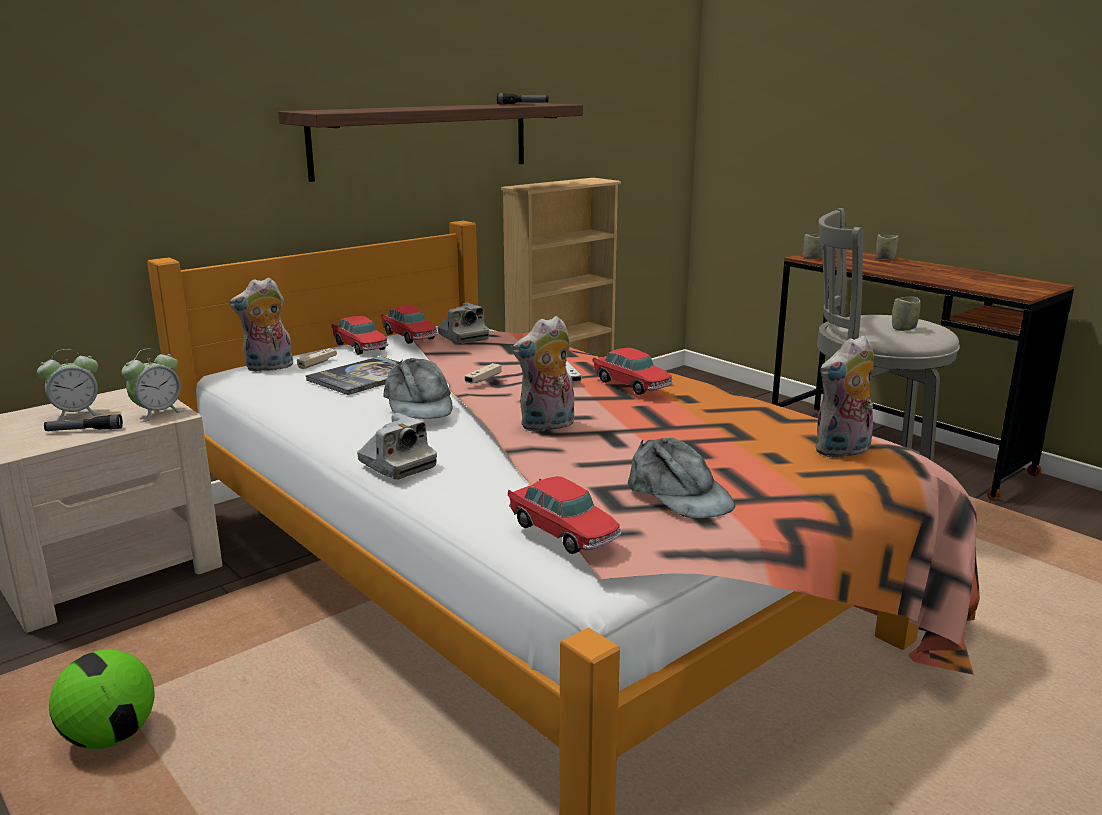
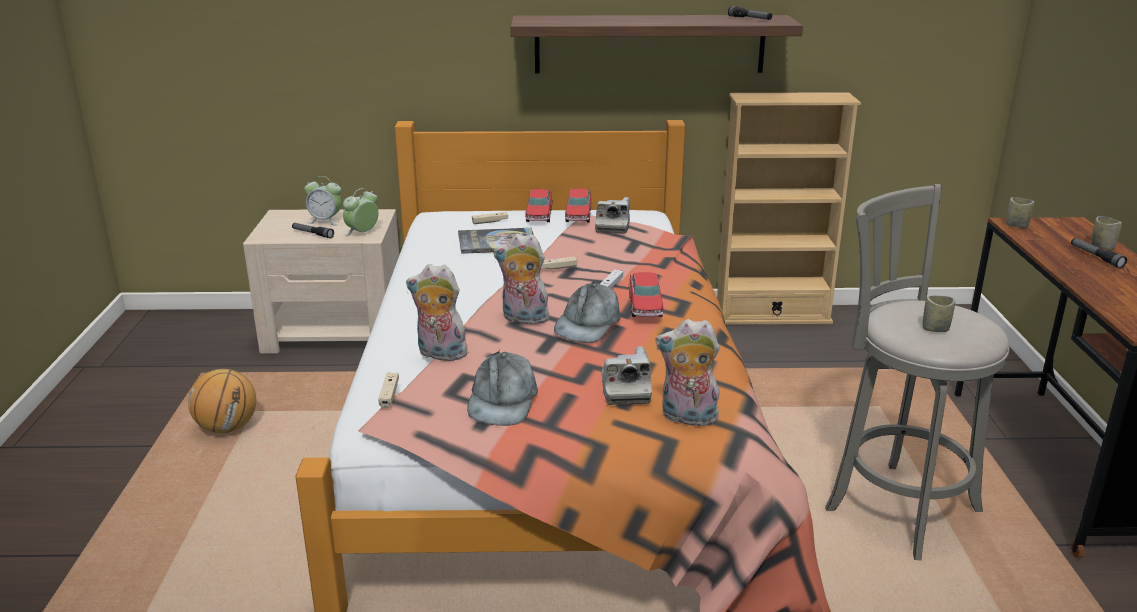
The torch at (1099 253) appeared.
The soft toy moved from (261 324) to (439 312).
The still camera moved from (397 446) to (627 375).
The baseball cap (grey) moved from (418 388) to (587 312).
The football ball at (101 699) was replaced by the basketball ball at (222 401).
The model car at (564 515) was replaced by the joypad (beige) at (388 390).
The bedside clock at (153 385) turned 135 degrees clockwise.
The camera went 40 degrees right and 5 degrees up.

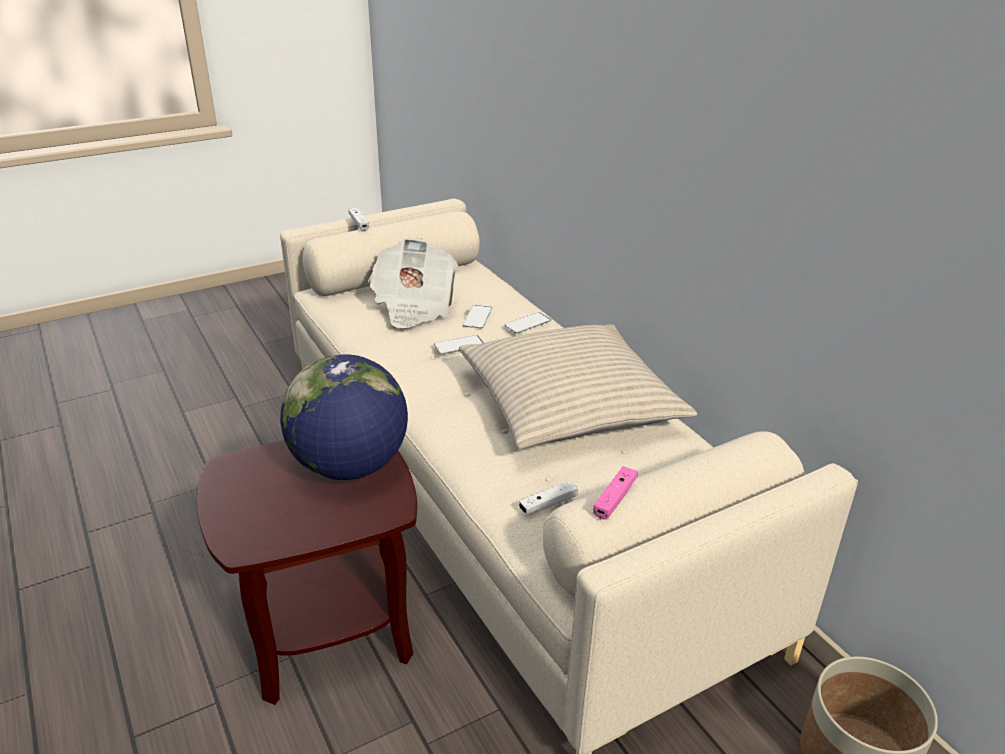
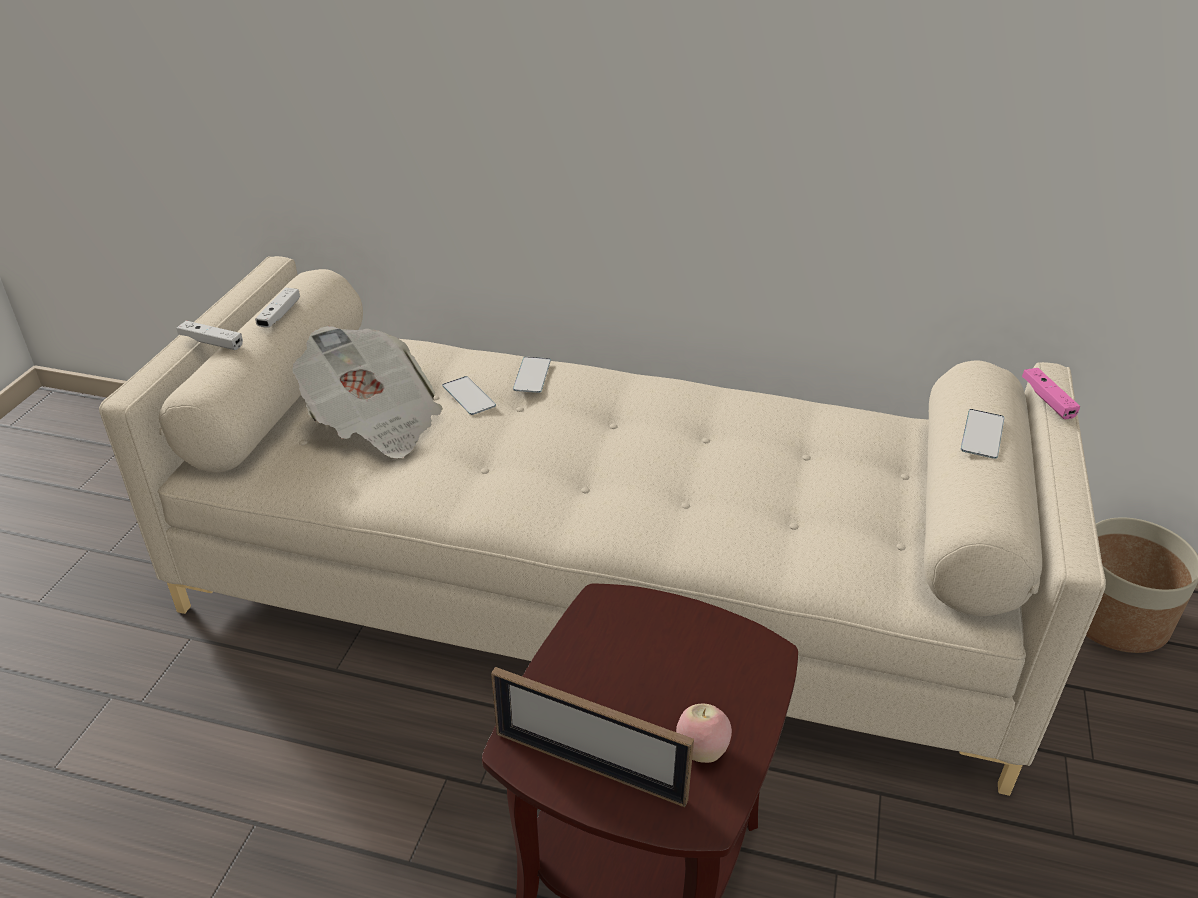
The desk globe at (344 417) disappeared.
The pillow (beige) at (578 386) disappeared.
The picture frame at (592 737) appeared.
The apple at (704 733) appeared.
The phone moved from (459 344) to (982 434).
The joypad (white) moved from (548 497) to (277 308).
The joypad (pink-coloured) moved from (615 493) to (1051 393).
The camera went 45 degrees left and 5 degrees up.

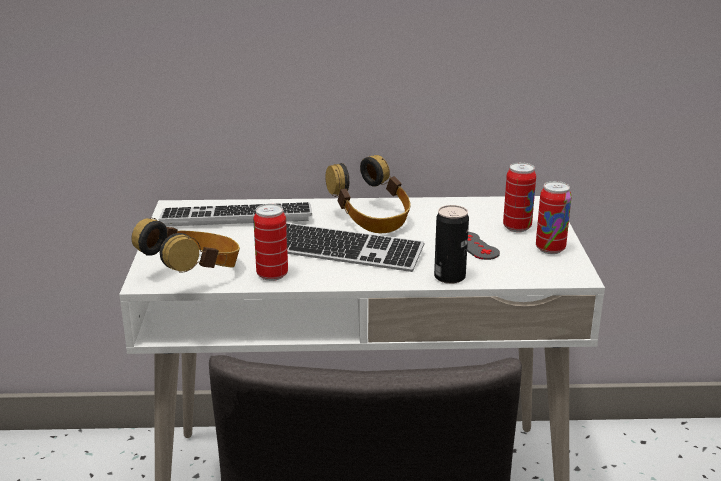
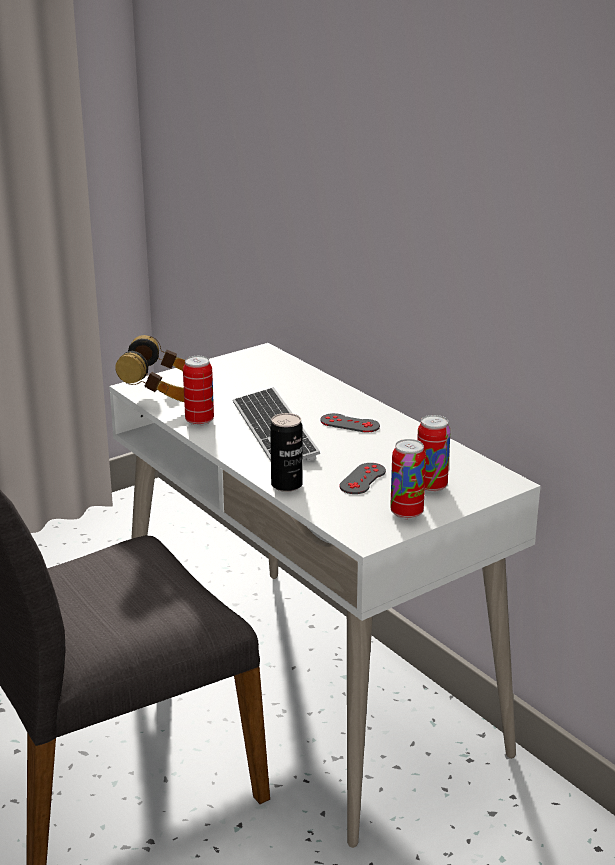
The PC keyboard at (235 214) disappeared.
The headset at (368 194) was replaced by the joypad (grey) at (350 423).
The camera went 55 degrees right and 0 degrees up.

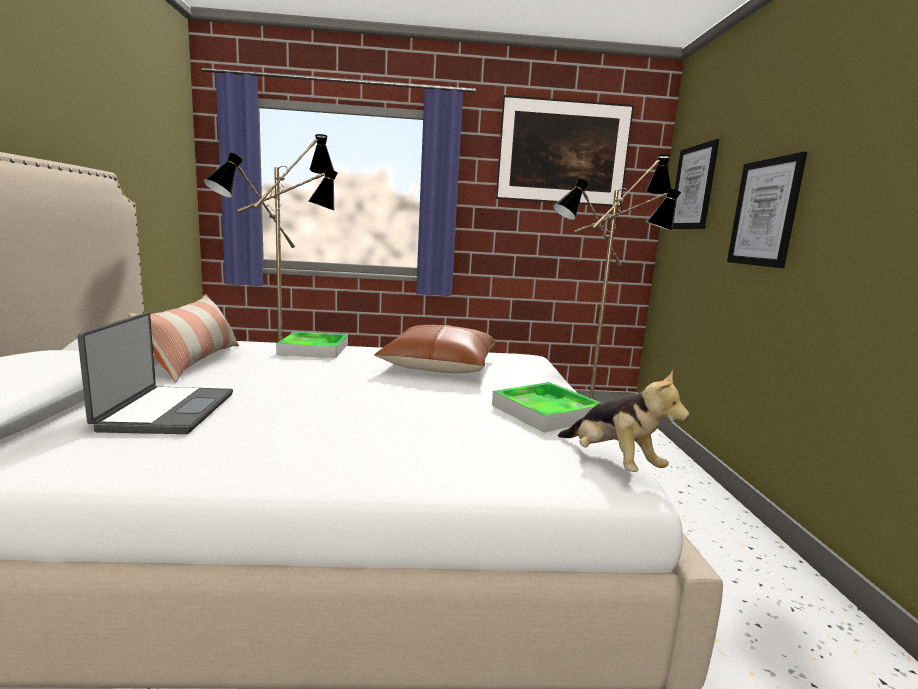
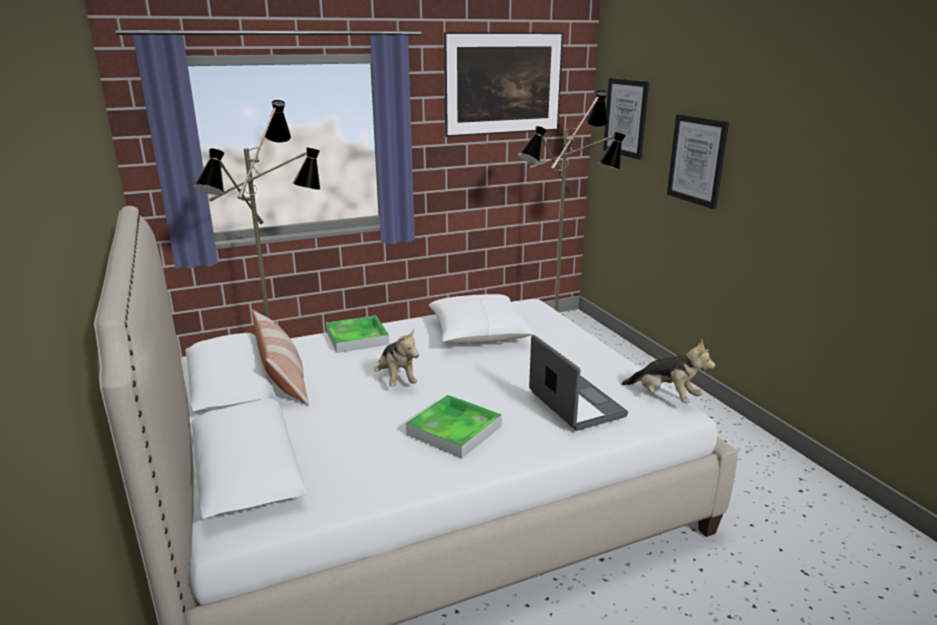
The soft toy at (396 358) appeared.
The notebook computer moved from (155 373) to (578 383).
The tray moved from (546 407) to (454 426).
The pillow (brown) at (435 349) became the pillow (white) at (481 319).
The camera went 20 degrees left and 10 degrees up.

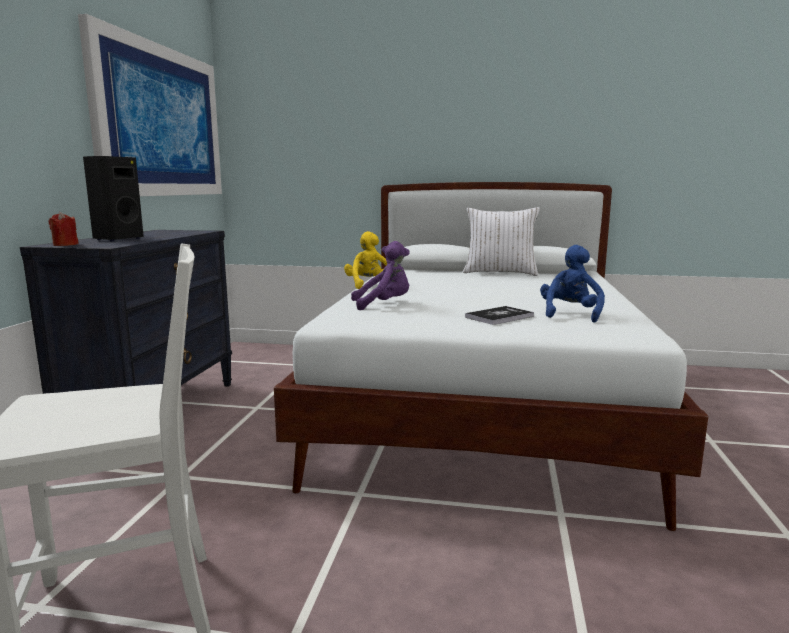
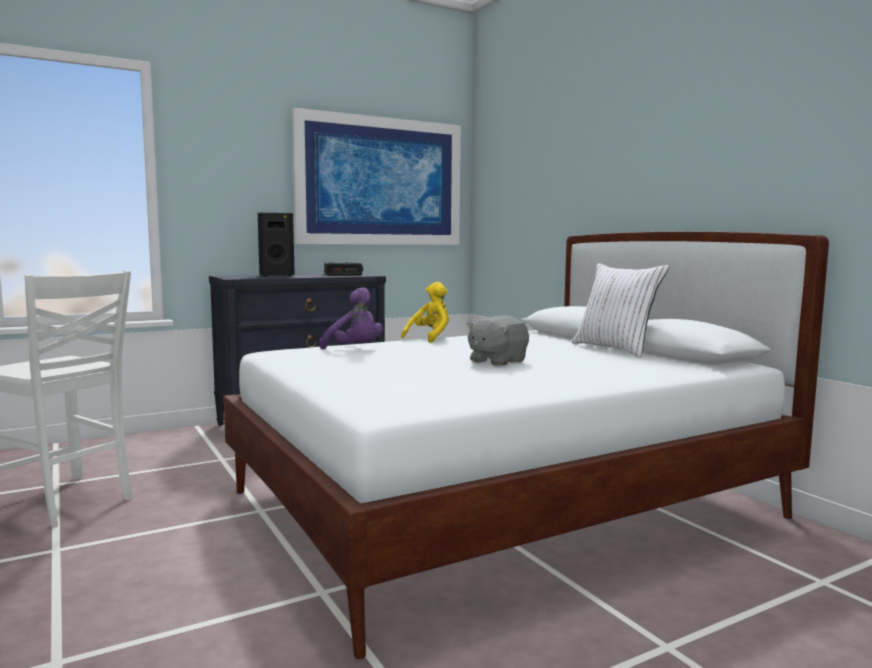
The wax candle (red) at (64 229) disappeared.
The bound book at (499 315) disappeared.
The soft toy (blue) at (572 284) disappeared.
The bedside clock at (343 269) appeared.
The soft toy (grey) at (498 340) appeared.
The camera went 50 degrees right and 5 degrees down.

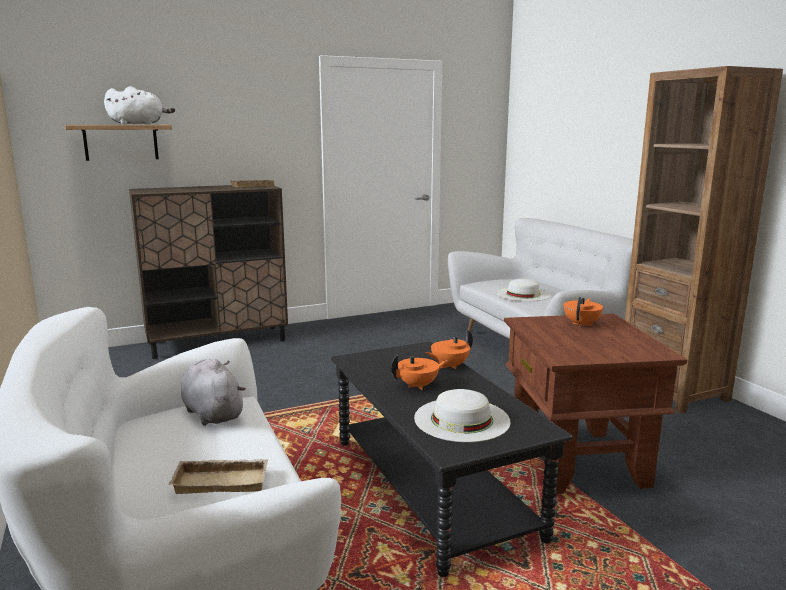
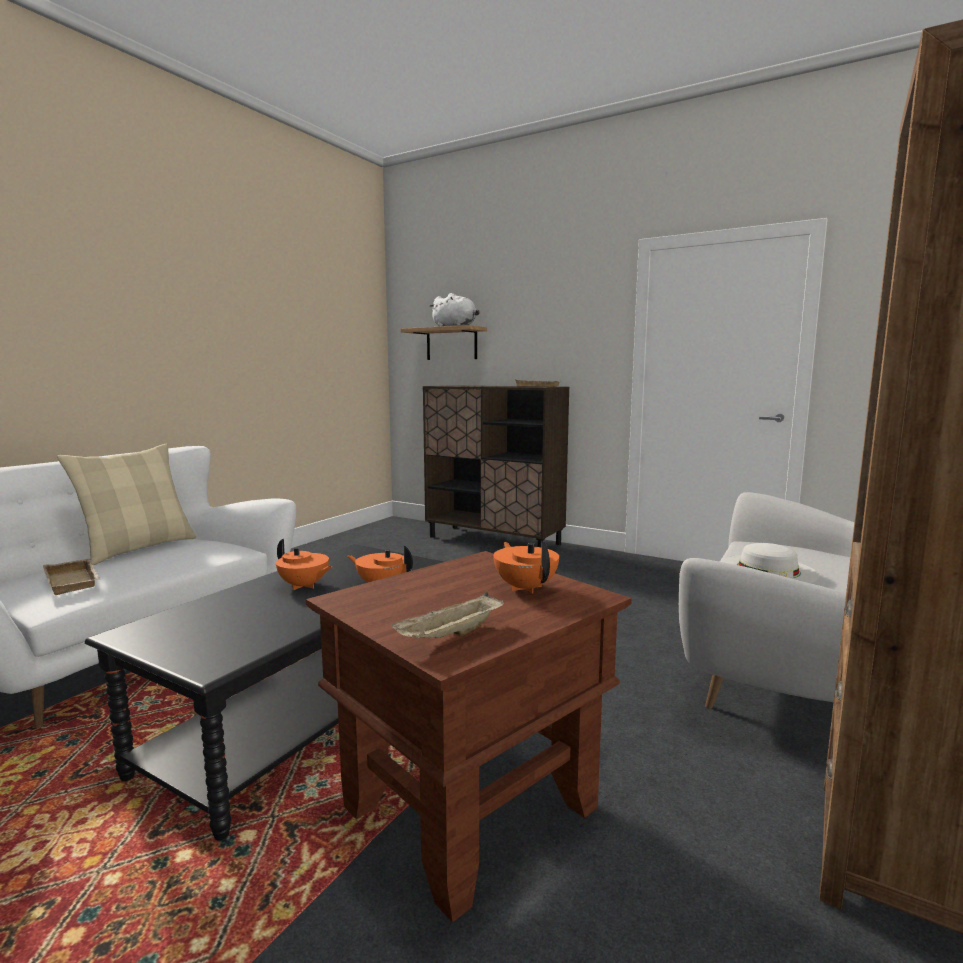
The soft toy (grey) at (213 392) disappeared.
The hat (white) at (462 415) disappeared.
The pillow (beige) at (126 504) appeared.
The tray (beige) at (447 615) appeared.
The tea pot (orange) at (583 312) turned 105 degrees counterclockwise.
The camera went 55 degrees right and 5 degrees down.

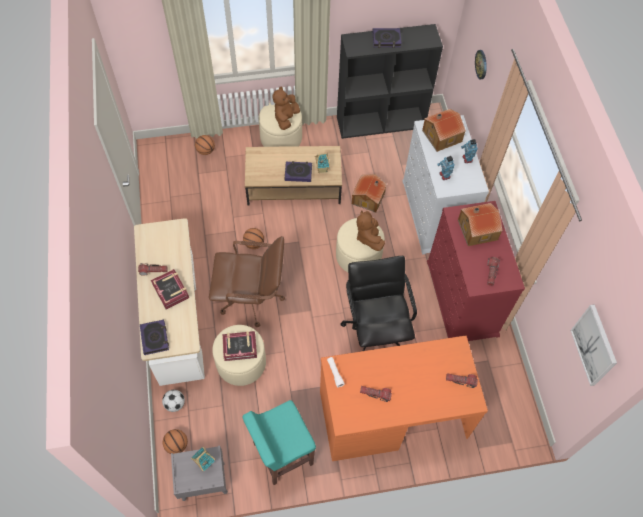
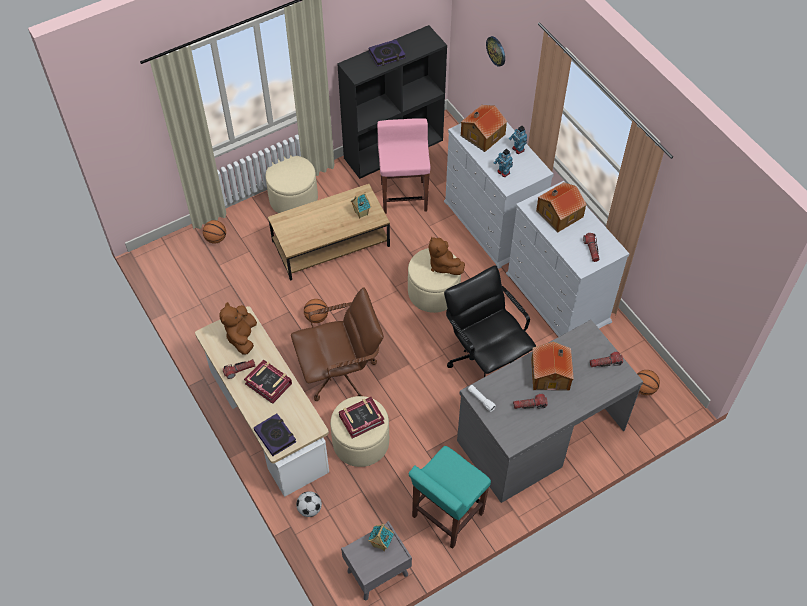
The bound book at (298 171) disappeared.
The wall picture at (593 345) disappeared.
The stool (pink-coloured) at (403 166) appeared.
The basketball ball moved from (175 441) to (648 382).
The soft toy (brown) moved from (286 108) to (238 328).
The toy house moved from (369 193) to (552 366).
The desk table (orange) at (404 398) became the desk table (grey) at (550 411).
The drawer chest (red) at (476 271) became the drawer chest (white) at (568 259).
The camera went 20 degrees left and 5 degrees down.

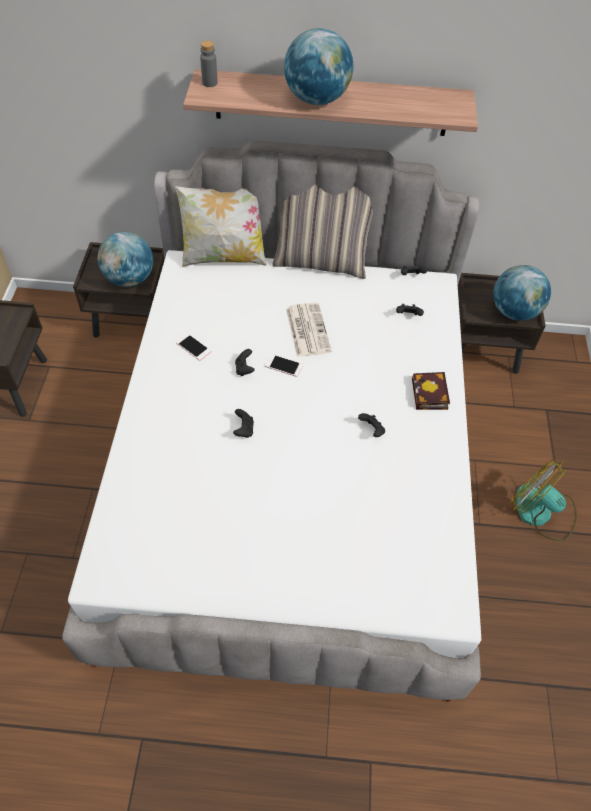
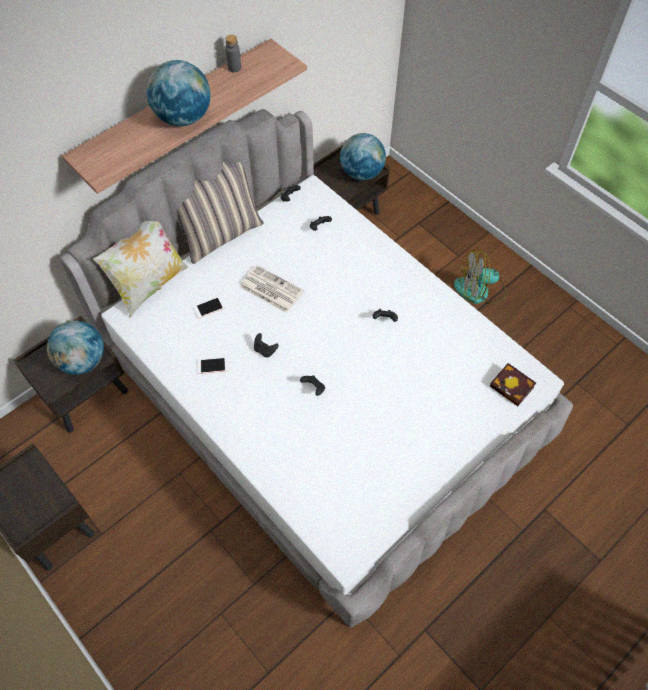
The beverage bottle (grey) moved from (209 64) to (233 53).
The phone moved from (284 365) to (209 308).
The bound book moved from (431 391) to (513 384).
The camera went 45 degrees left and 5 degrees up.

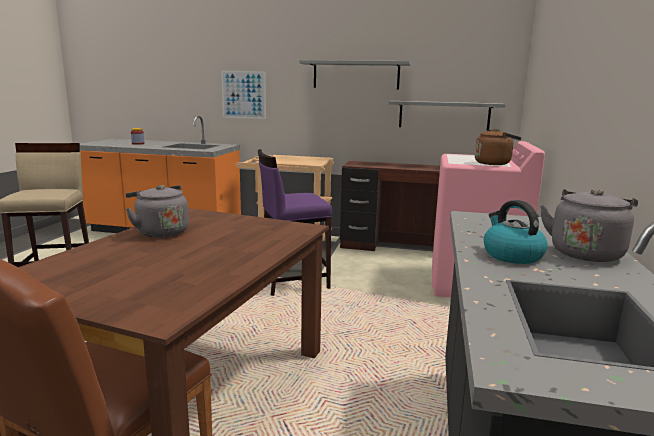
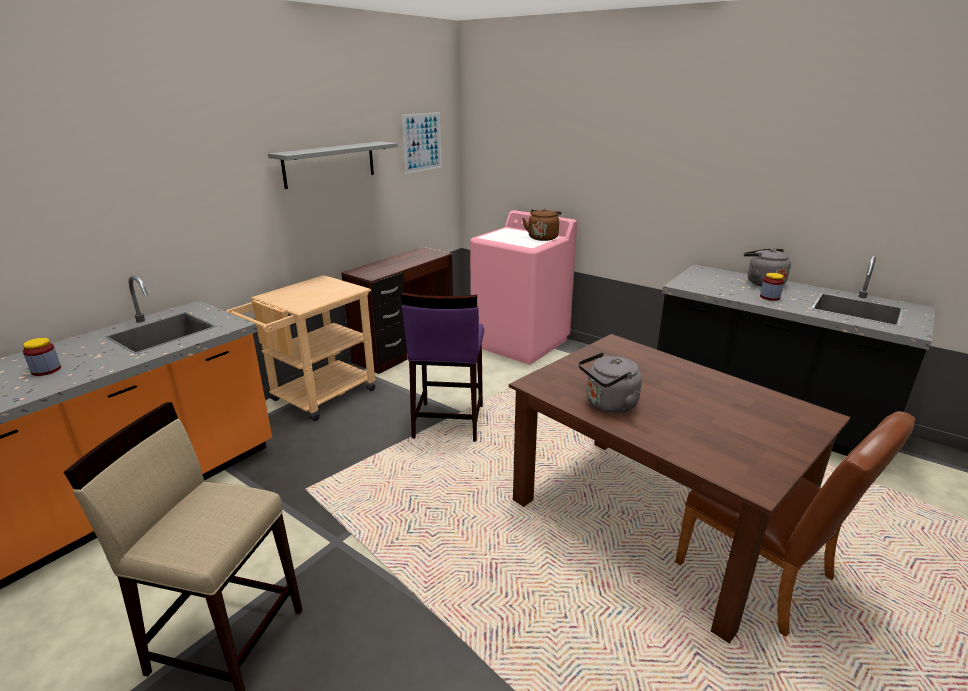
The wall shelf (grey) at (447 115) disappeared.
The wall picture moved from (243 95) to (422 143).
The tea kettle at (516 232) was replaced by the jar at (772 287).
The camera went 65 degrees left and 10 degrees up.

